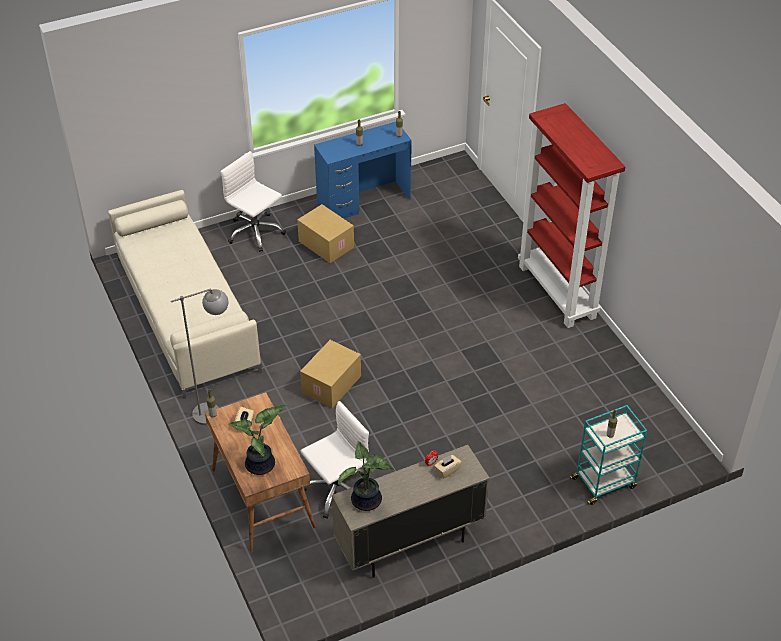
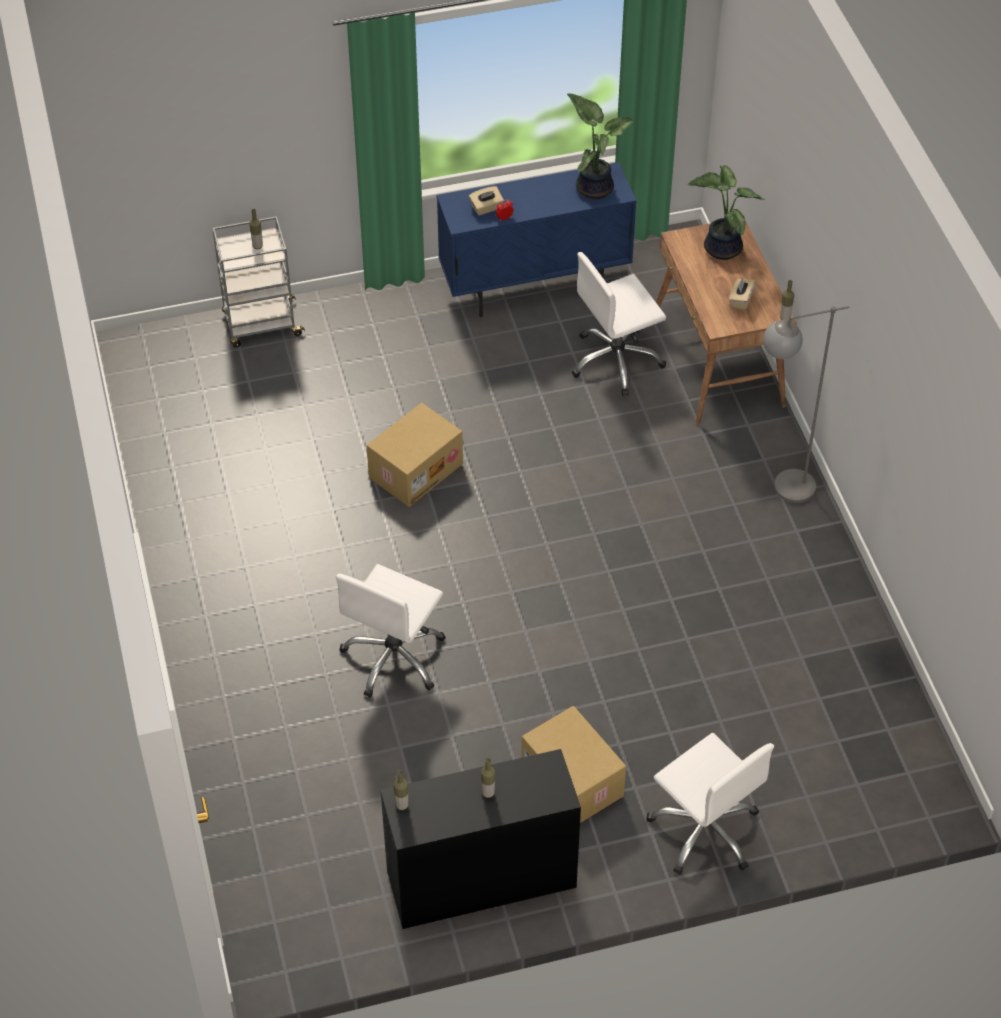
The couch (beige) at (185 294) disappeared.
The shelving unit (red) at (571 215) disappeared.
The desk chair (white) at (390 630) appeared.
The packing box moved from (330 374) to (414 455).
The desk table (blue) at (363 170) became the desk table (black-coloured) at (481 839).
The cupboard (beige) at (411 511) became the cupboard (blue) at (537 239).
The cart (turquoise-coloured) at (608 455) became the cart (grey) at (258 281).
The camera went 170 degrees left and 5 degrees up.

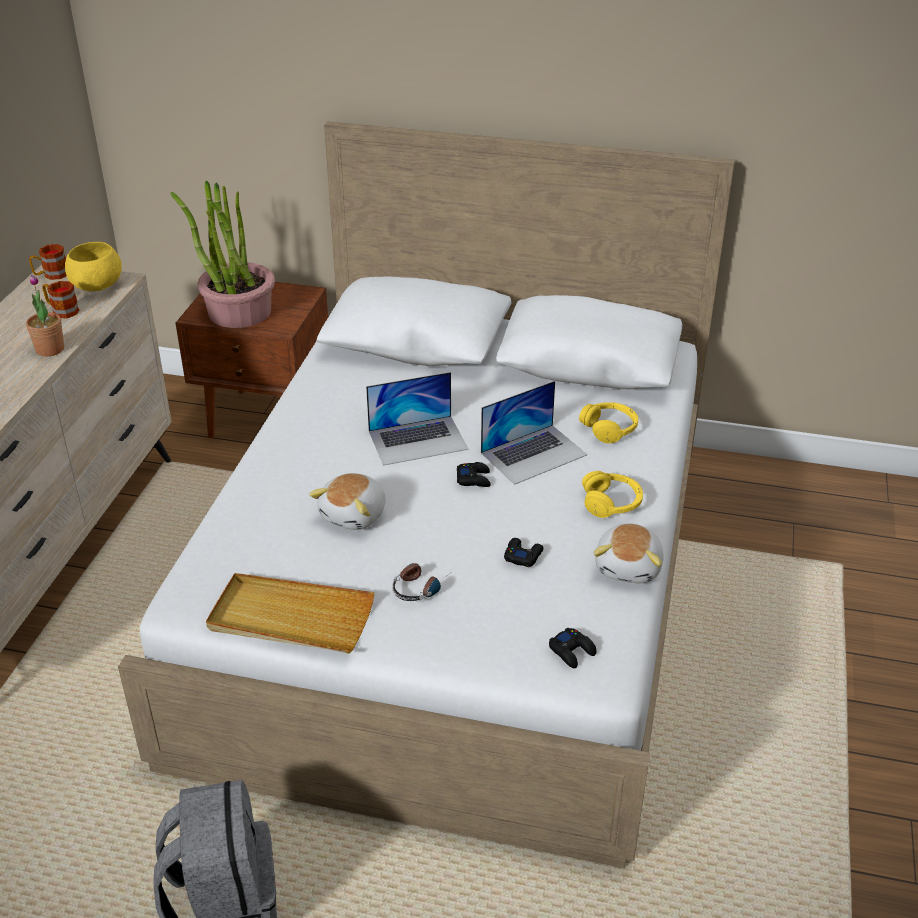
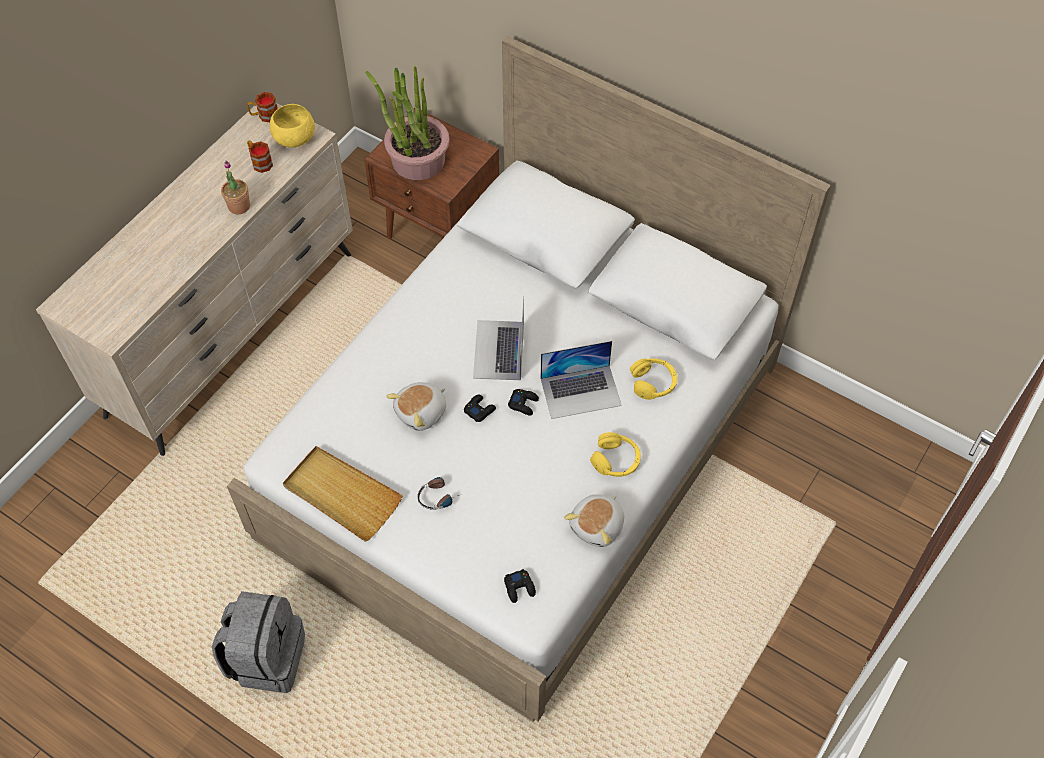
The joypad (black-coloured) moved from (523 552) to (480 408).
The notebook computer at (417 419) turned 90 degrees clockwise.
The camera went 20 degrees right and 20 degrees up.

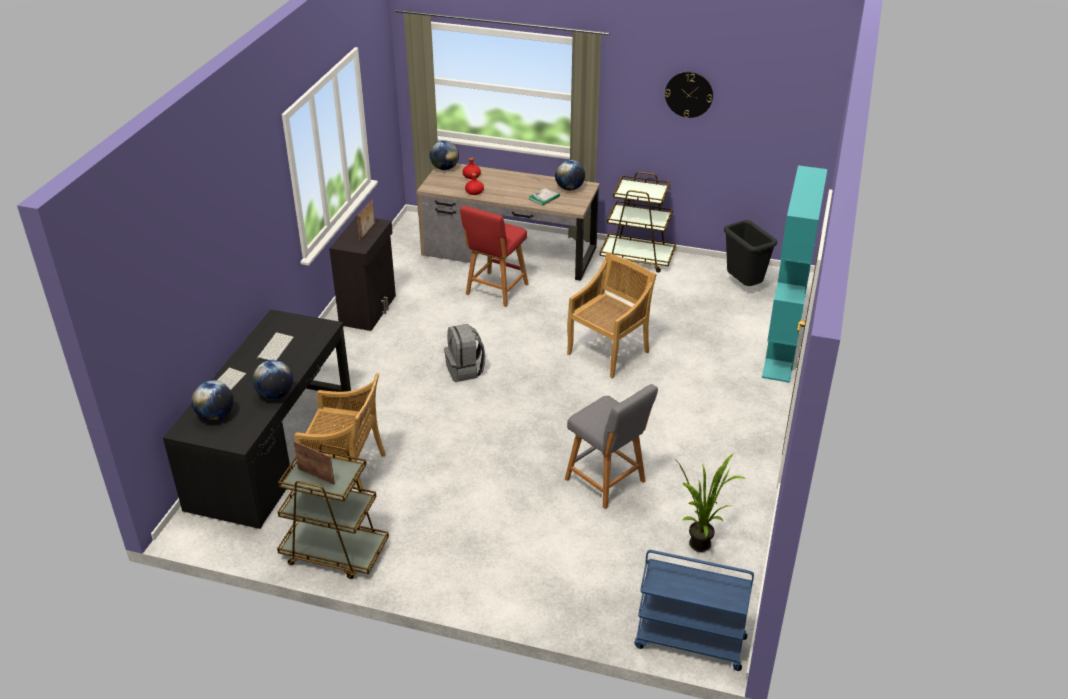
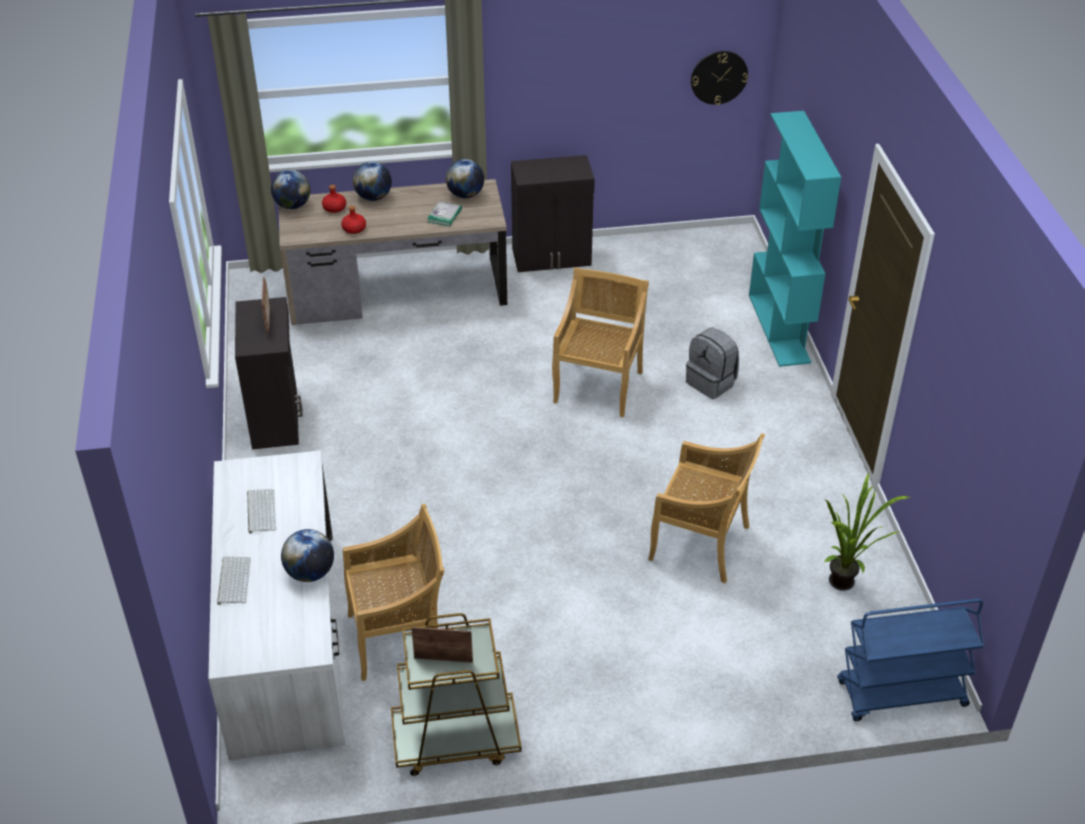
The stool (red) at (494 256) disappeared.
The waste bin (black-coloured) at (750 253) disappeared.
The desk globe moved from (212 400) to (372 181).
The rucksack (grey) moved from (464 353) to (712 363).
The wall clock moved from (689 95) to (719 78).
The stool (grey) at (611 446) was replaced by the plain chair (beige) at (706 508).
The cart (brown) at (638 222) was replaced by the cupboard (black-coloured) at (553 213).
The desk table (black-coloured) at (257 419) became the desk table (white) at (276 605).
The camera went 25 degrees left and 5 degrees up.

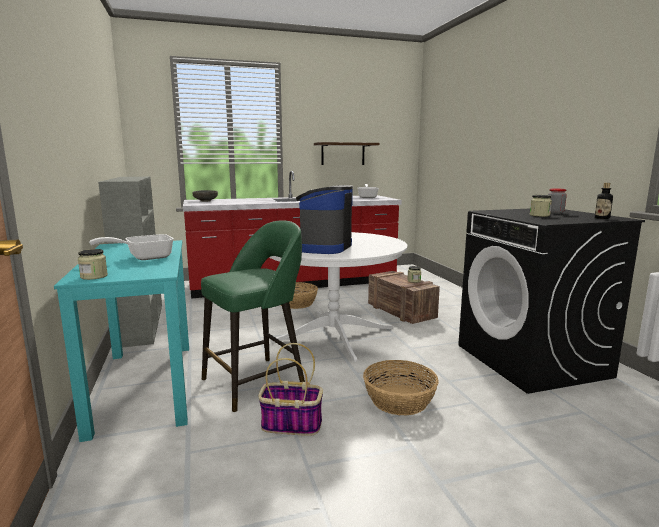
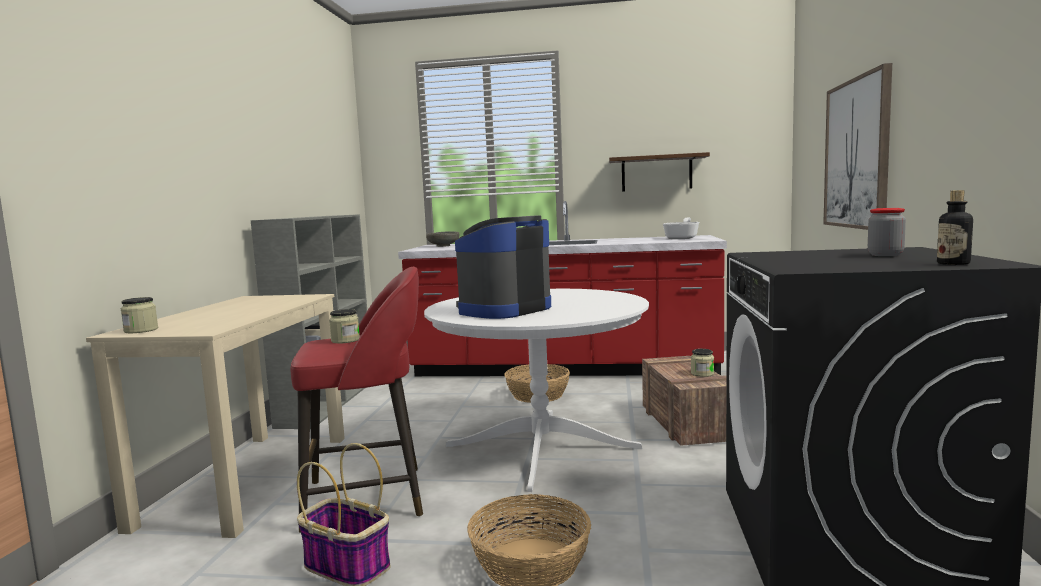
The skillet at (131 247) disappeared.
The wall picture at (857 146) appeared.
The jar moved from (541 206) to (344 326).
The desk table (turquoise-coloured) at (121 341) became the desk table (beige) at (215 416).
The stool (greenish) at (253 316) became the stool (red) at (356 400).
The camera went 25 degrees right and 5 degrees down.

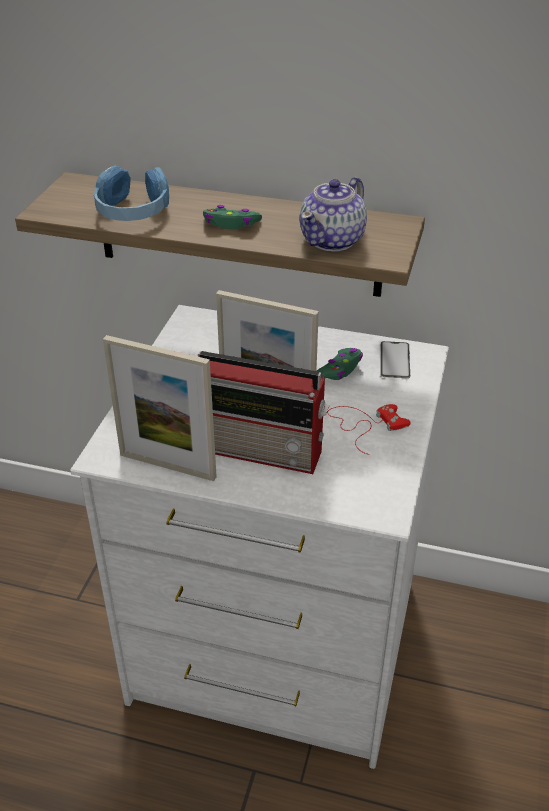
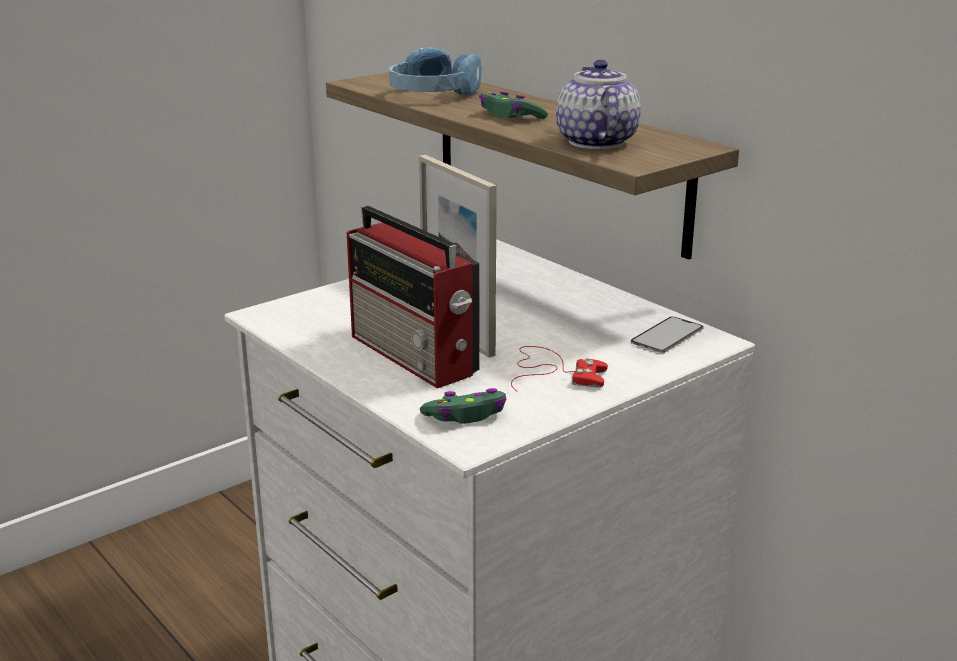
The picture frame at (160 408) disappeared.
The joypad (greenish) moved from (340 364) to (463 406).
The tea pot at (333 214) turned 105 degrees clockwise.
The camera went 35 degrees right and 15 degrees down.

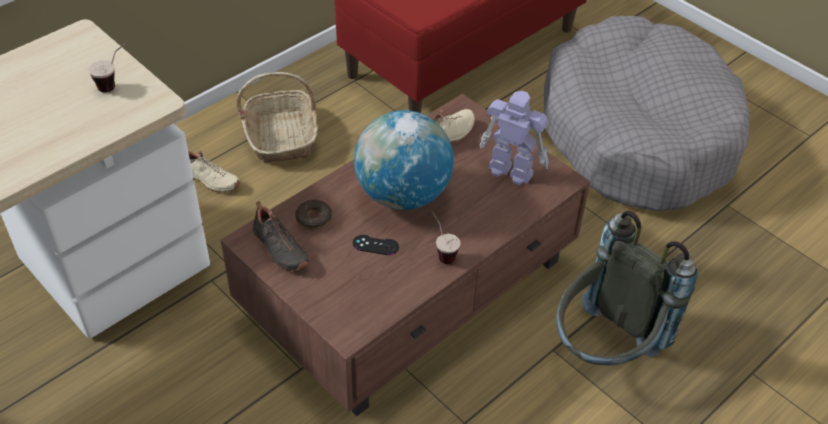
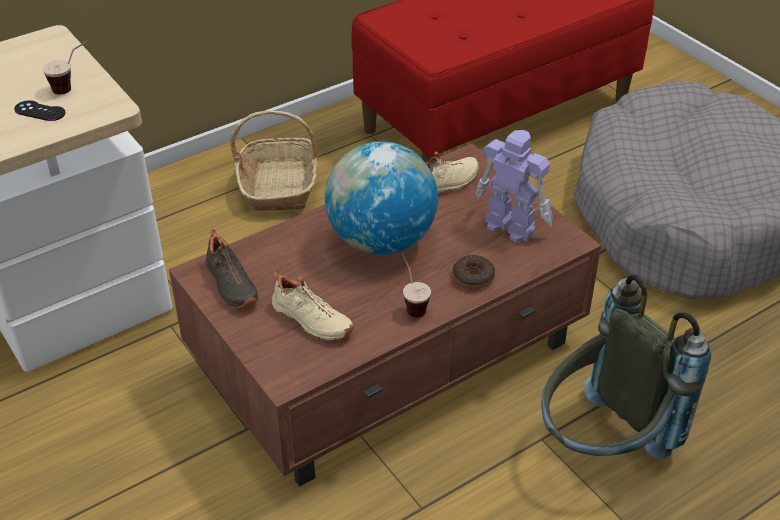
The low shoe (beige) moved from (214 171) to (313 306).
The donut moved from (313 215) to (474 272).
The joypad (black-coloured) moved from (376 245) to (40 110).
The camera went 10 degrees right and 5 degrees down.

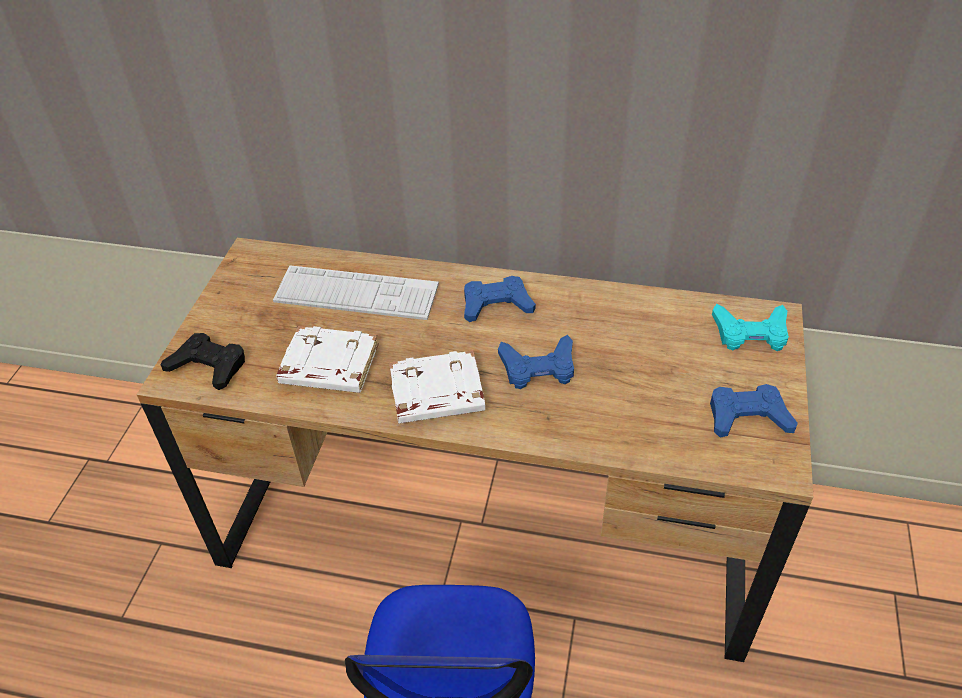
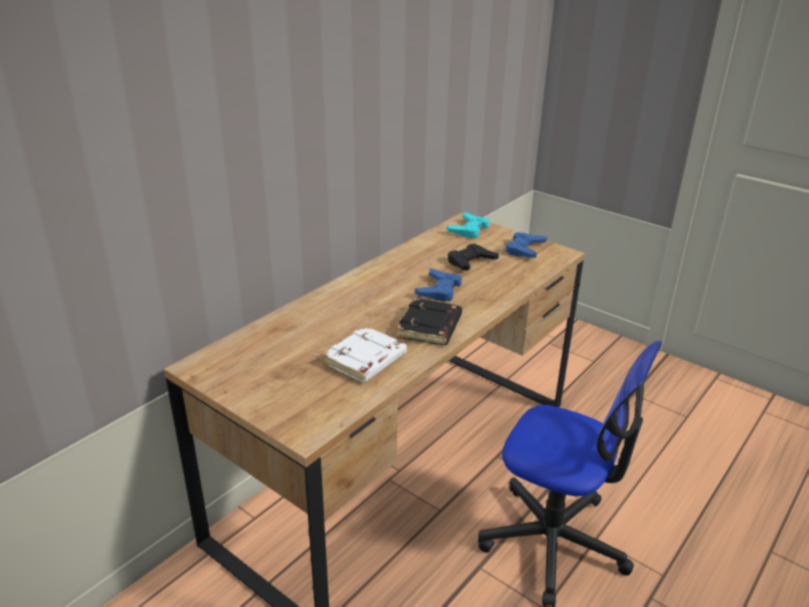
The PC keyboard at (356 292) disappeared.
The joypad (blue) at (500 299) disappeared.
The joypad (black-coloured) moved from (203 361) to (473 257).
The bound book (white) at (437 387) became the bound book (black-coloured) at (429 321).
The camera went 65 degrees left and 15 degrees down.

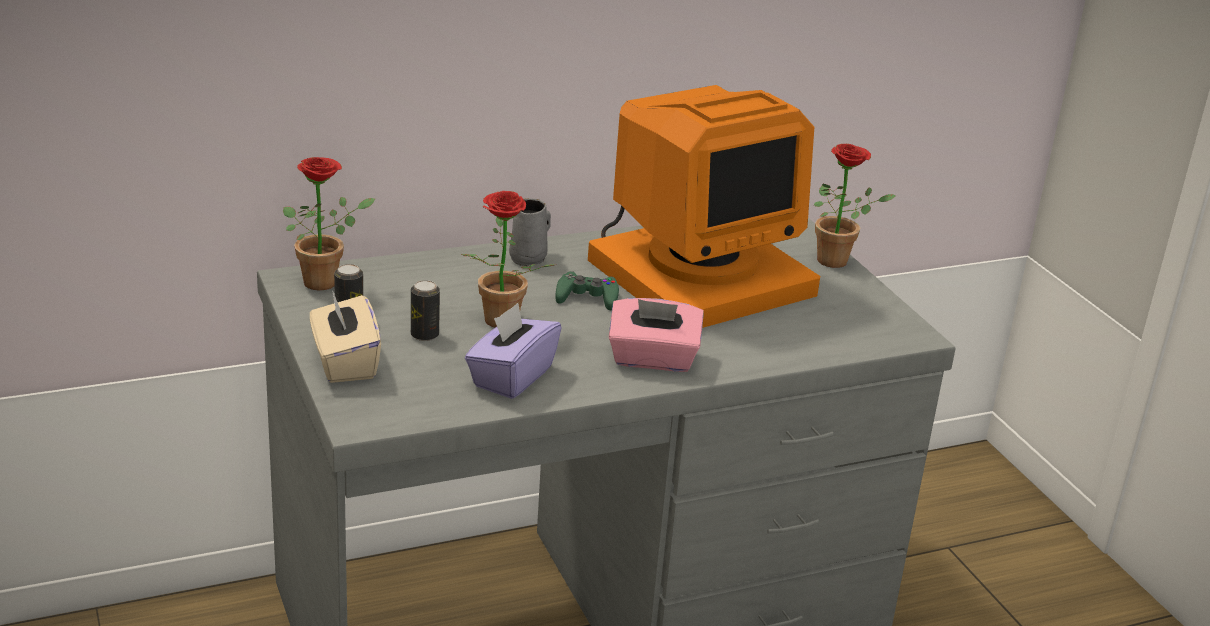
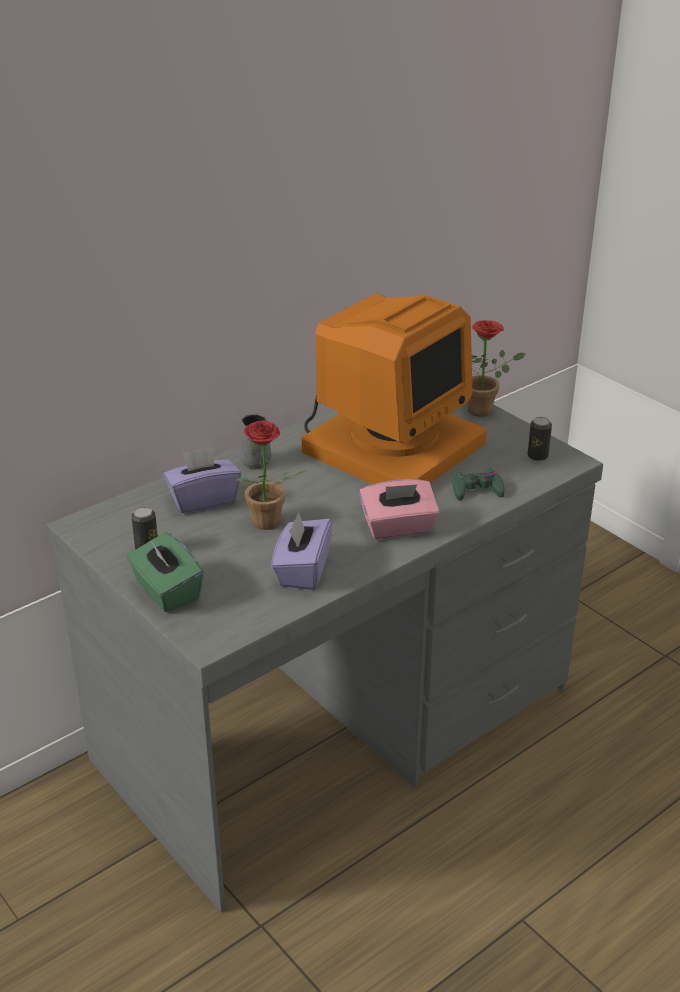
The plant in a pot at (329 223) disappeared.
The tissue holder (purplish) at (202 480) appeared.
The can moved from (425 310) to (539 439).
The joypad (greenish) moved from (587 290) to (478 485).
The tissue holder (beige) at (345 336) became the tissue holder (greenish) at (165 572).
The camera went 15 degrees left and 5 degrees up.

